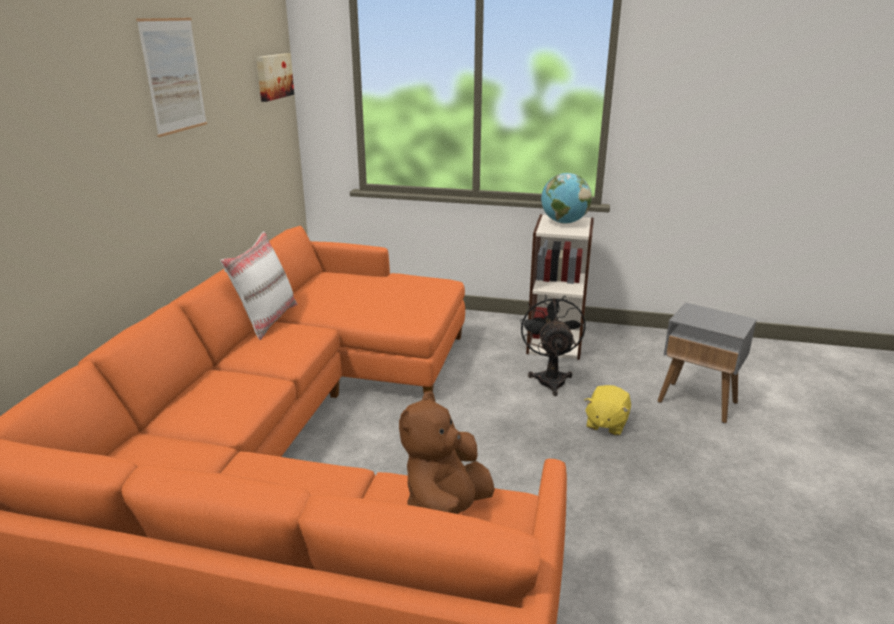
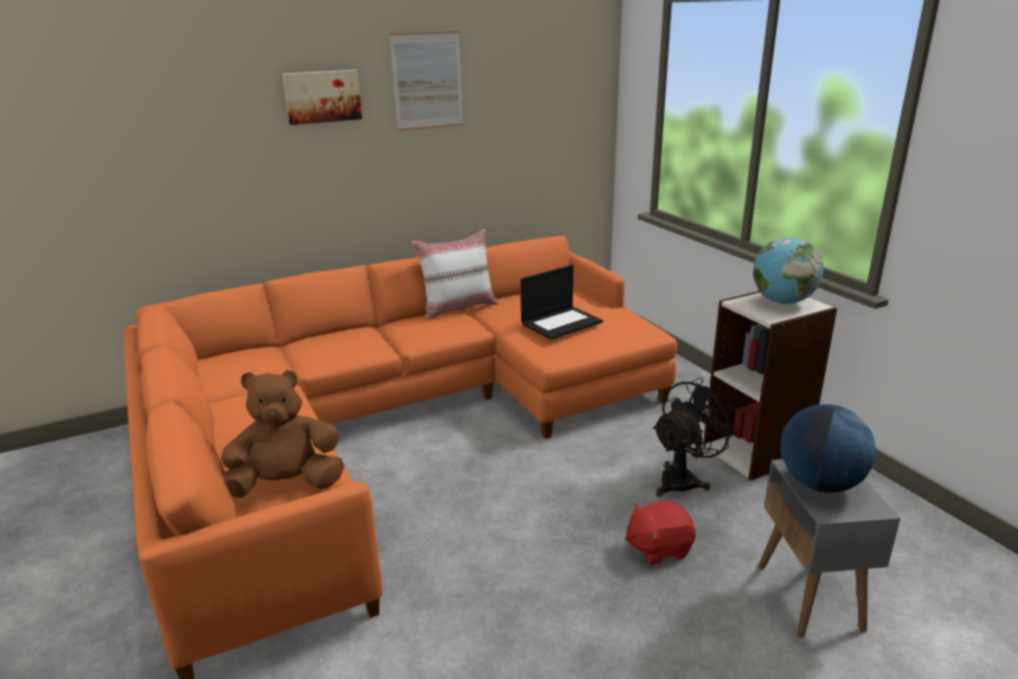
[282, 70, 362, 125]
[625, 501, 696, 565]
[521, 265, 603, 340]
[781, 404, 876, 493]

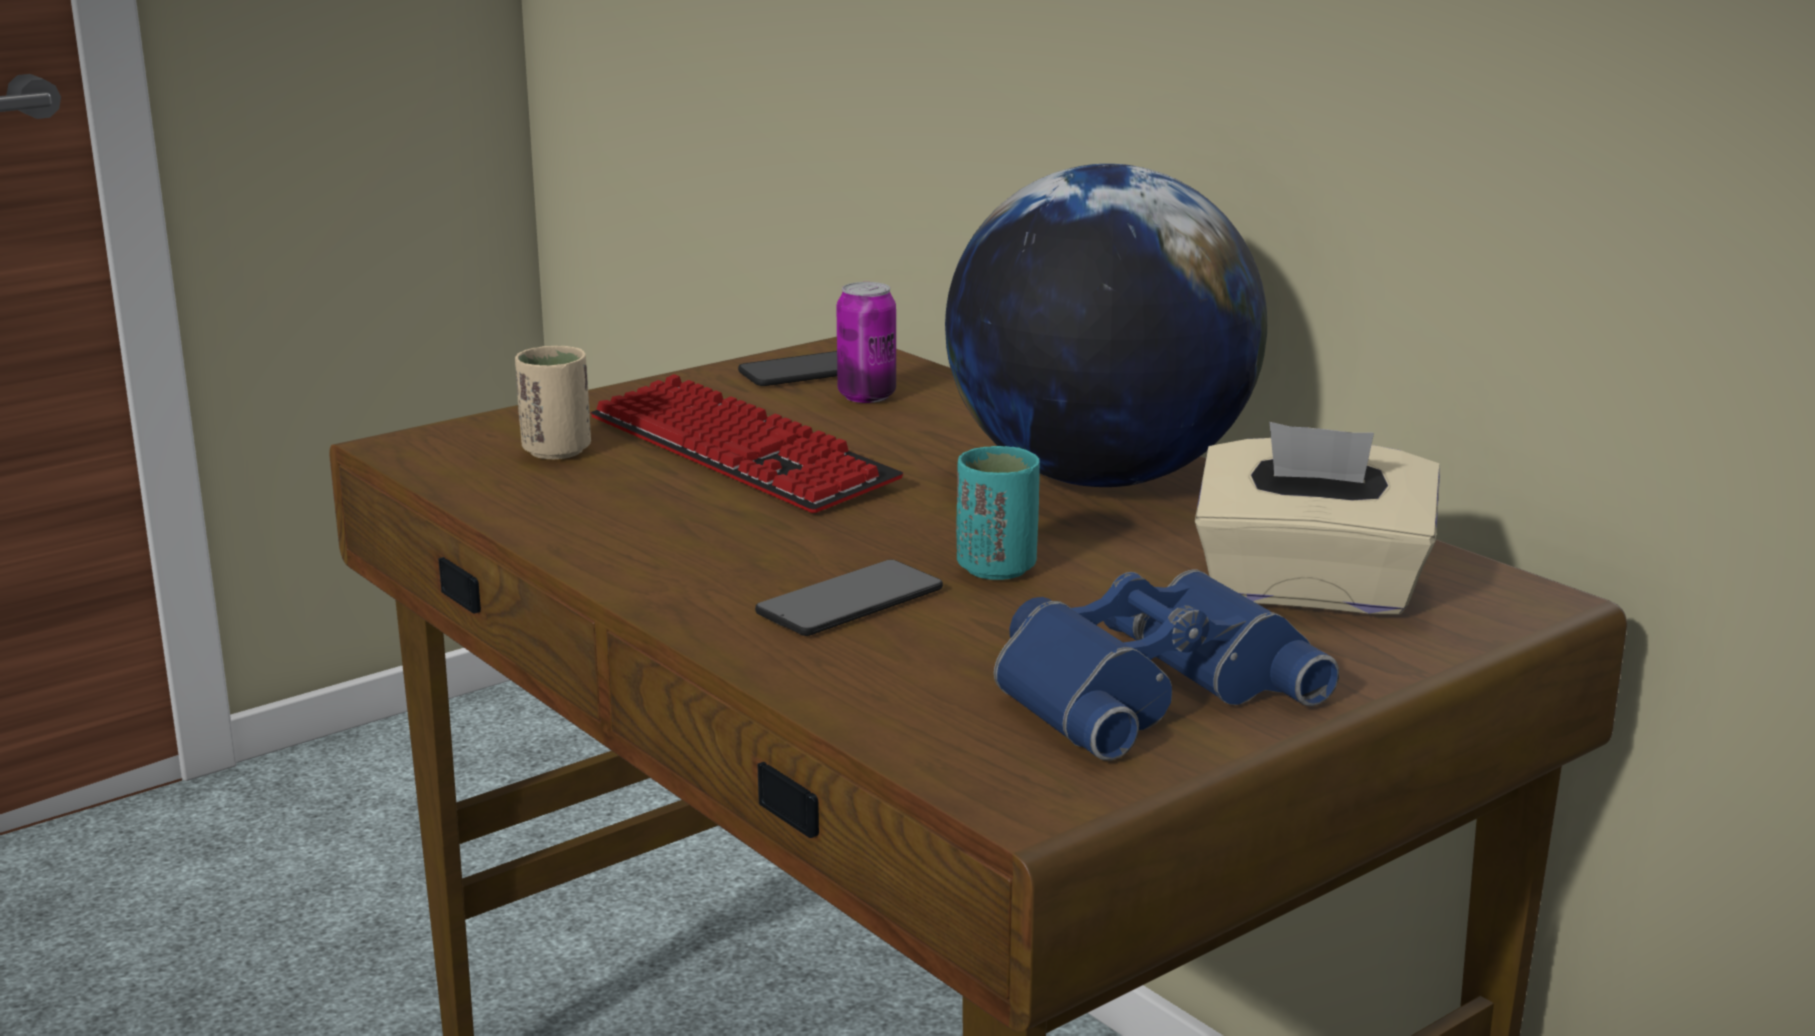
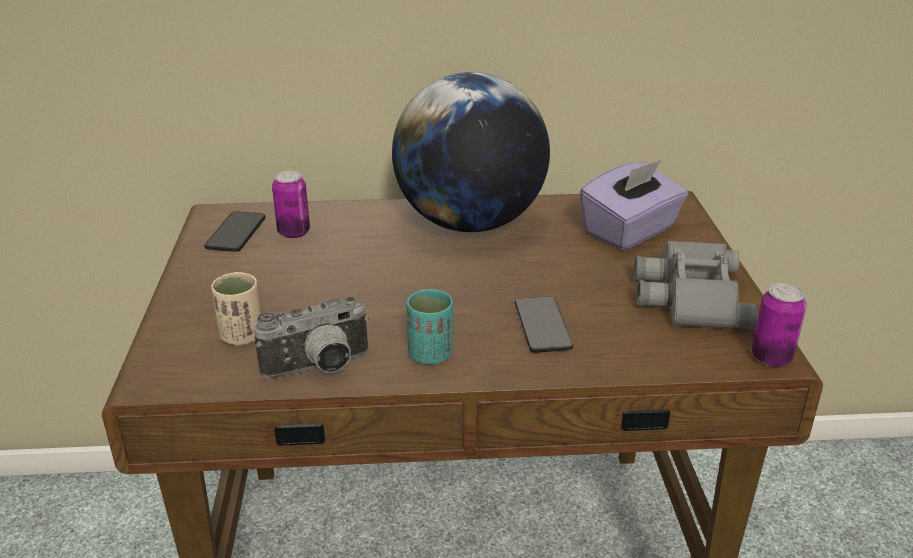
[591, 374, 903, 513] (first image)
[407, 289, 453, 365]
[634, 241, 758, 329]
[580, 159, 688, 250]
[254, 297, 369, 379]
[751, 283, 806, 367]

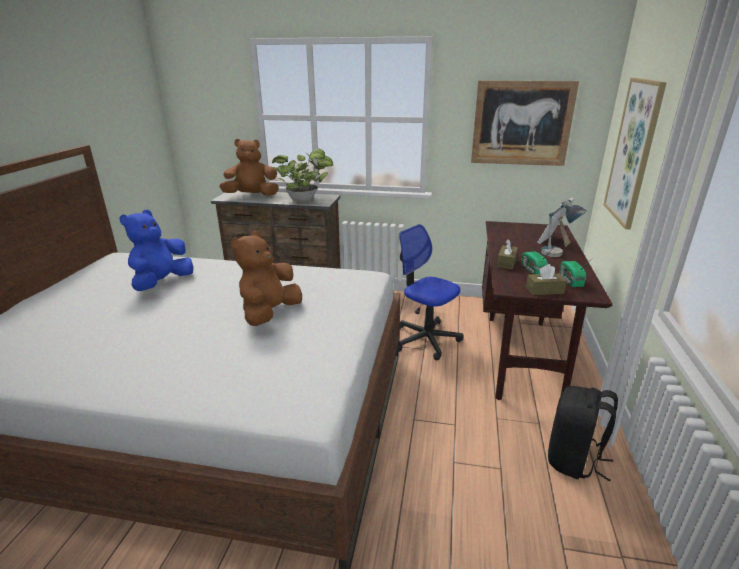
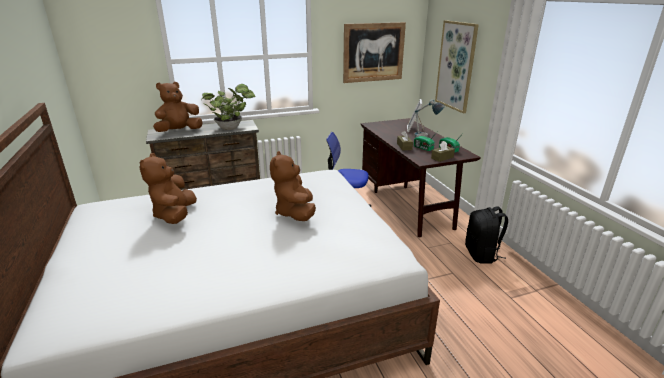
[139, 153, 197, 224]

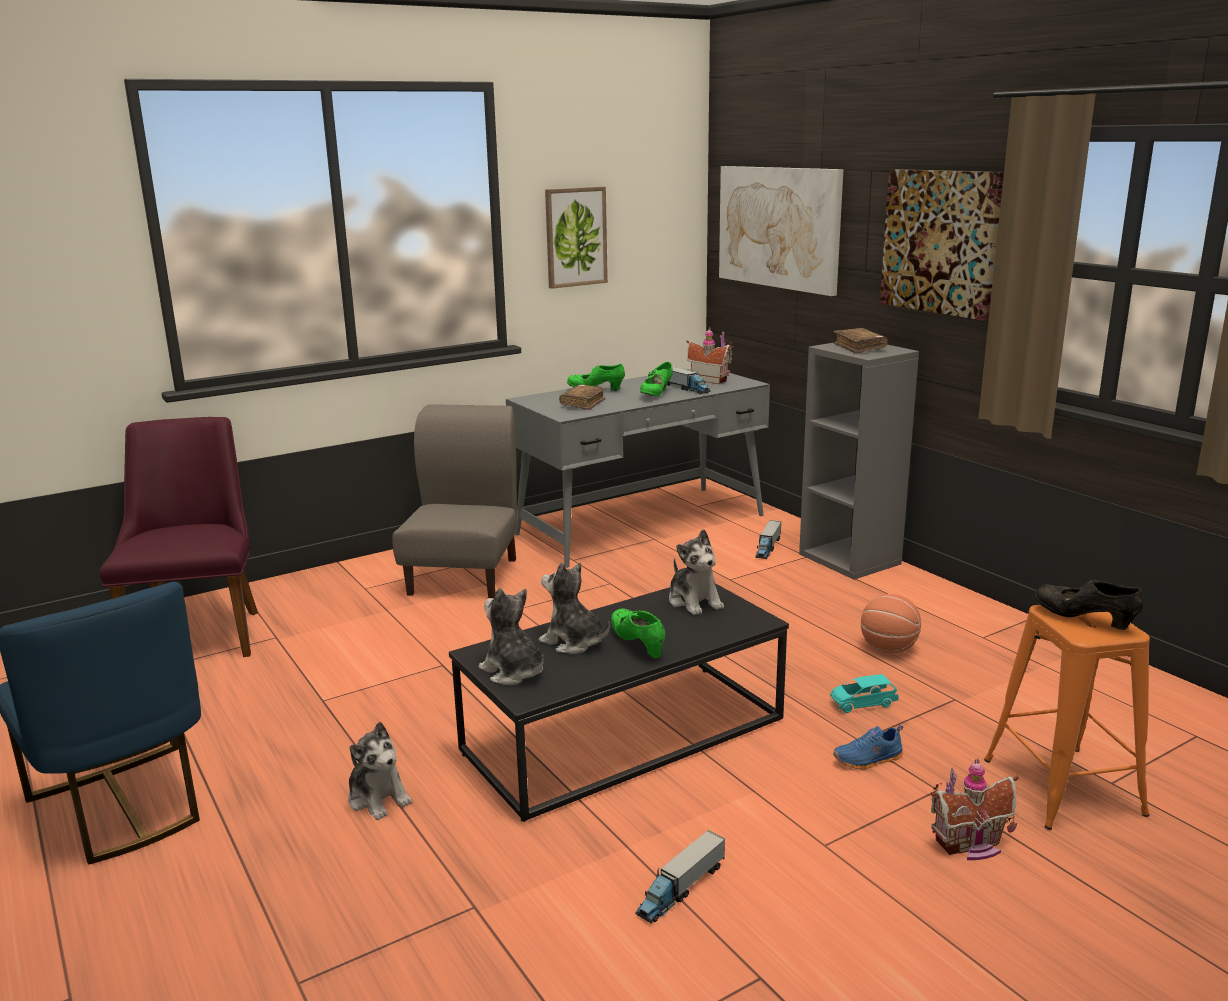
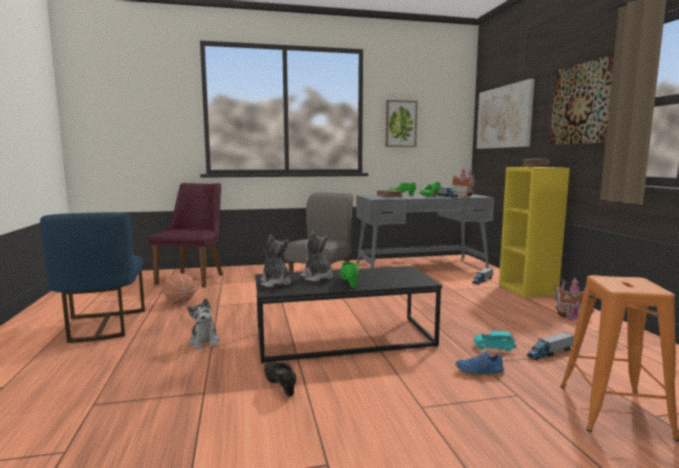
[526, 332, 574, 360]
[669, 529, 724, 615] (first image)
[499, 167, 570, 298]
[164, 273, 195, 304]
[553, 277, 594, 320]
[264, 361, 296, 396]

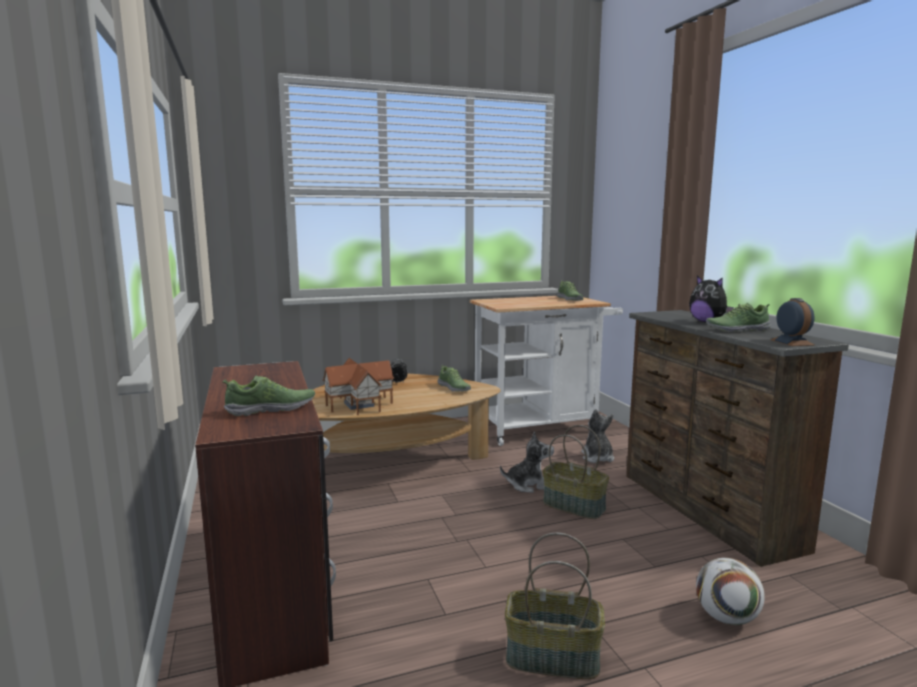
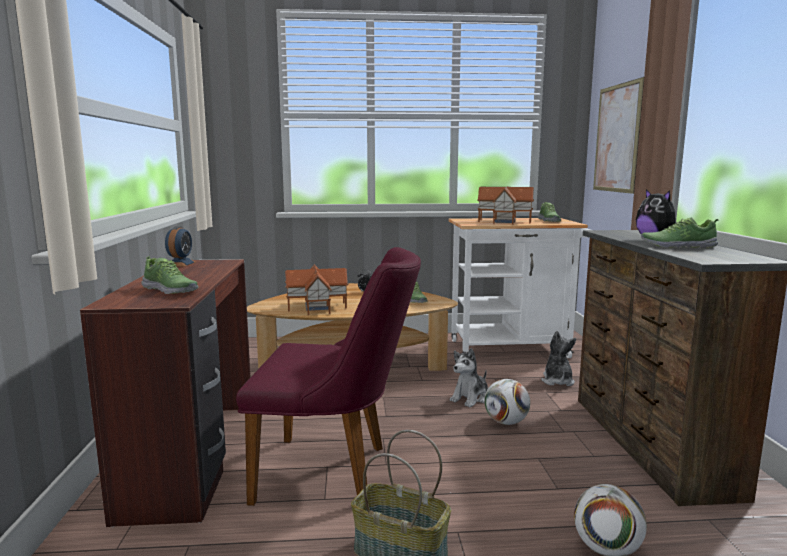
[141, 256, 198, 294]
[450, 348, 488, 407]
[484, 379, 530, 425]
[165, 226, 196, 267]
[236, 247, 421, 506]
[477, 186, 534, 225]
[593, 77, 644, 194]

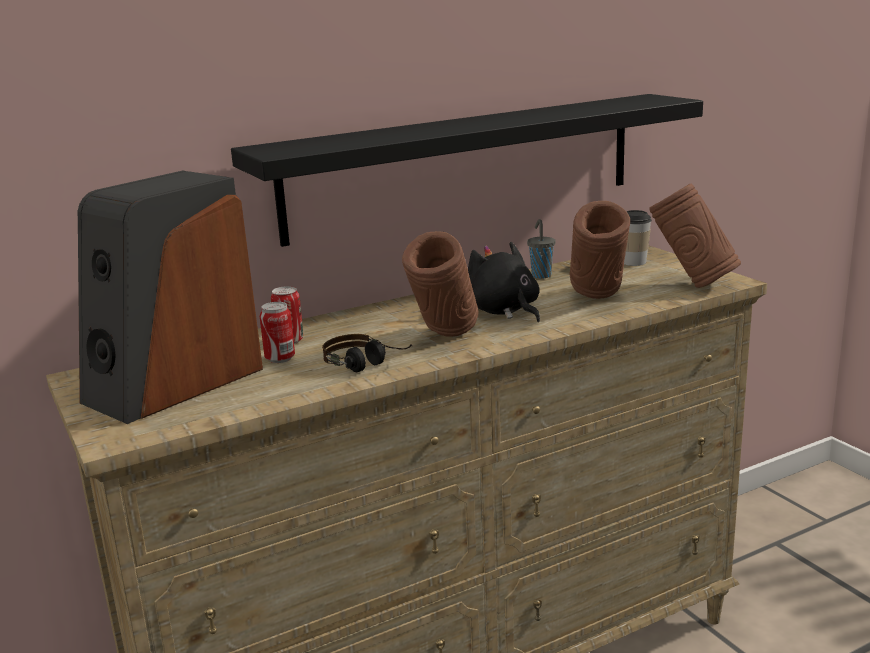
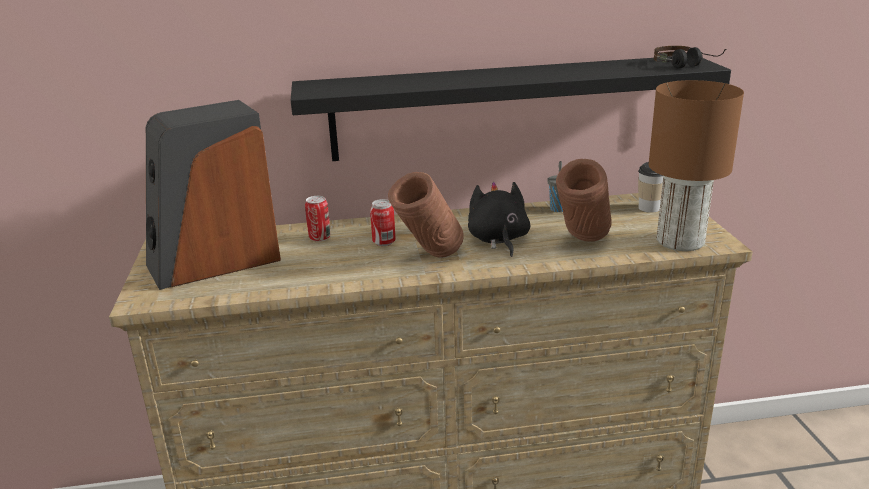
[370, 199, 396, 246]
[653, 46, 727, 68]
[649, 80, 744, 251]

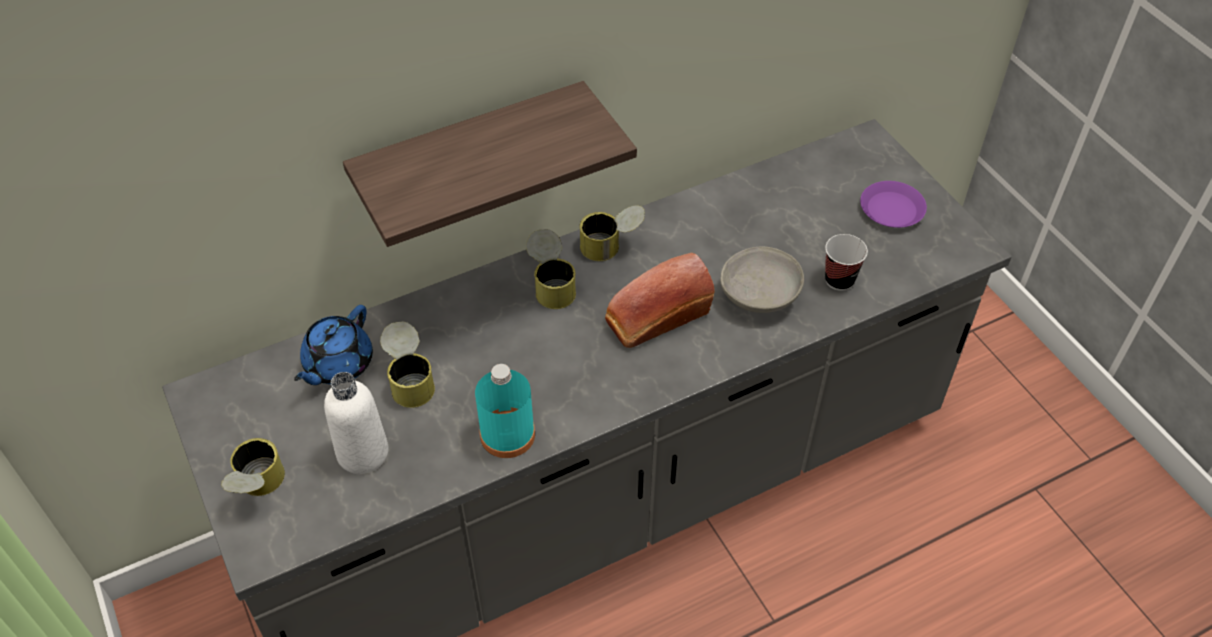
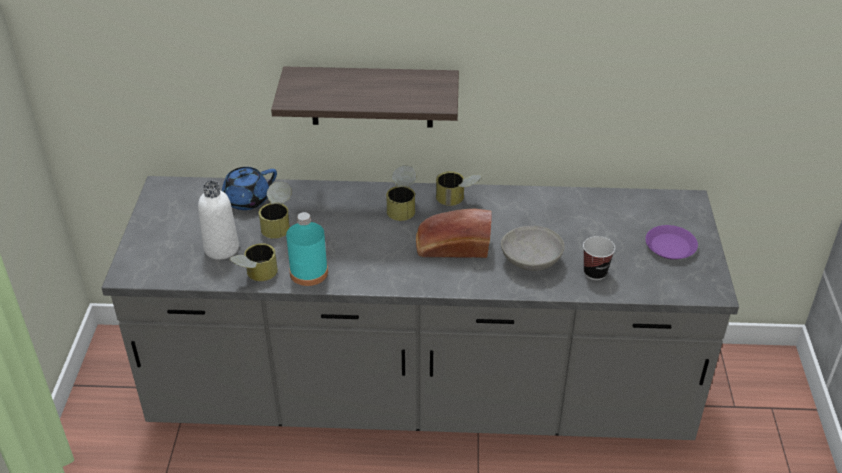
[230, 243, 278, 281]

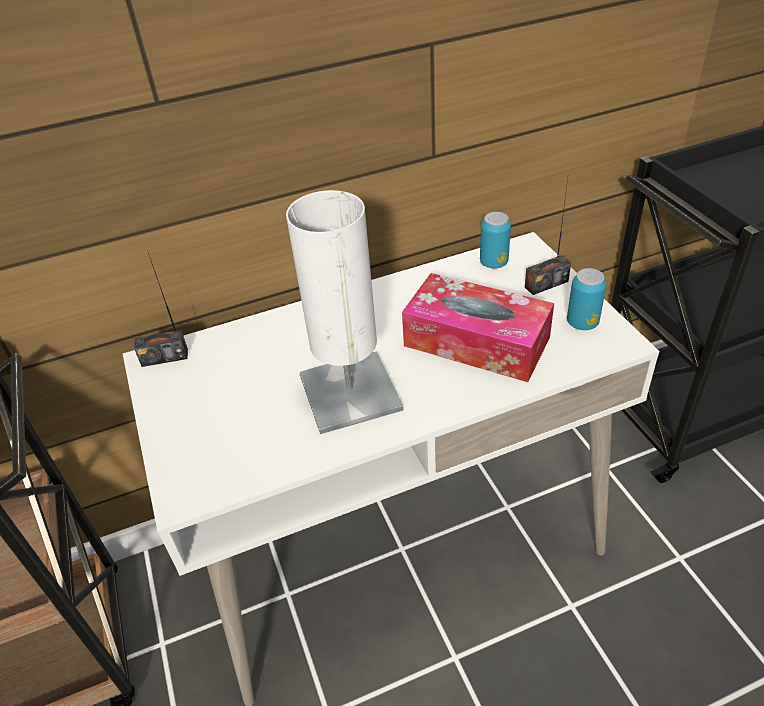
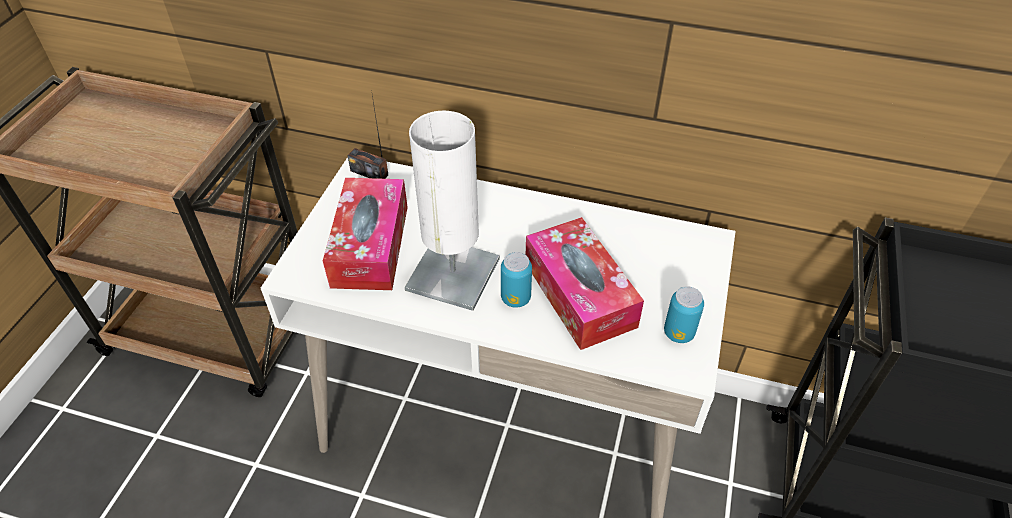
[501, 252, 532, 308]
[525, 179, 571, 295] (first image)
[323, 178, 408, 290]

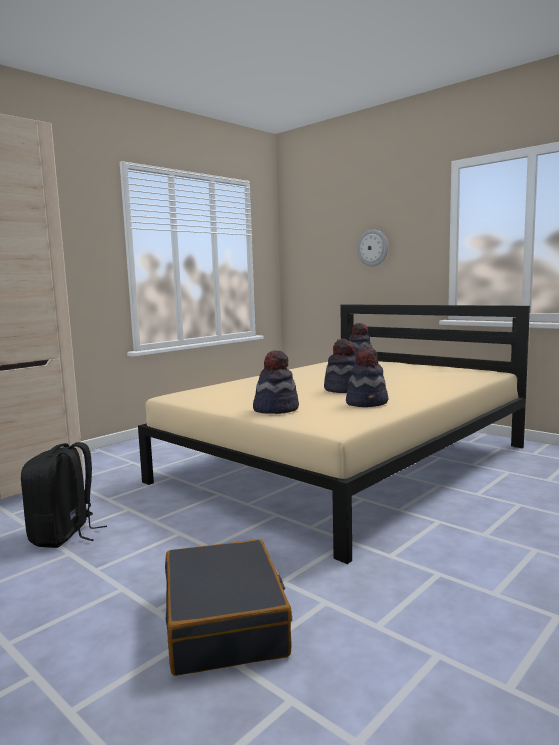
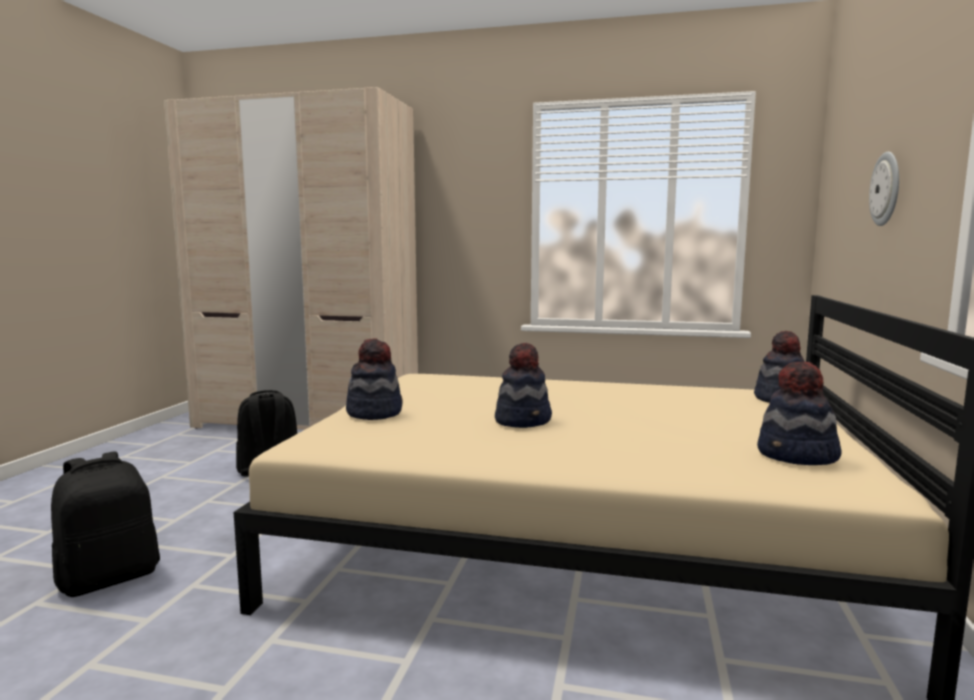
[51, 451, 160, 597]
[757, 362, 841, 465]

